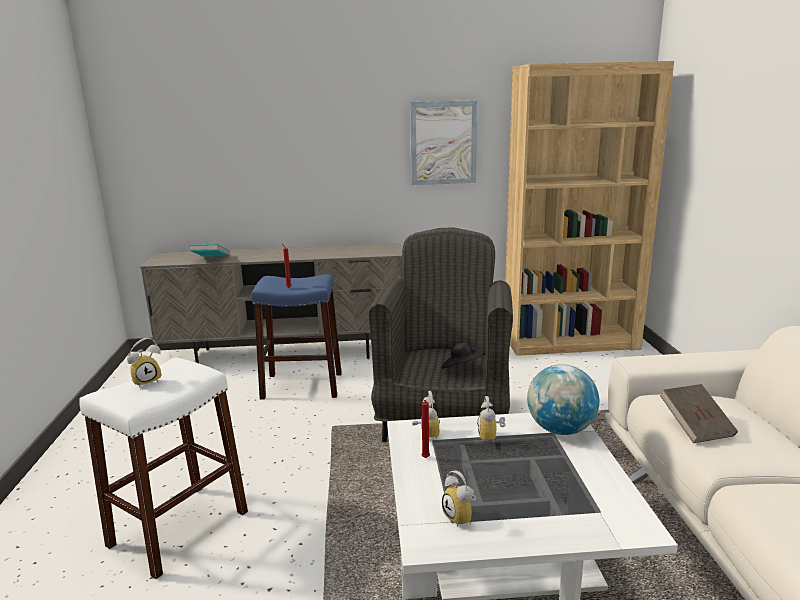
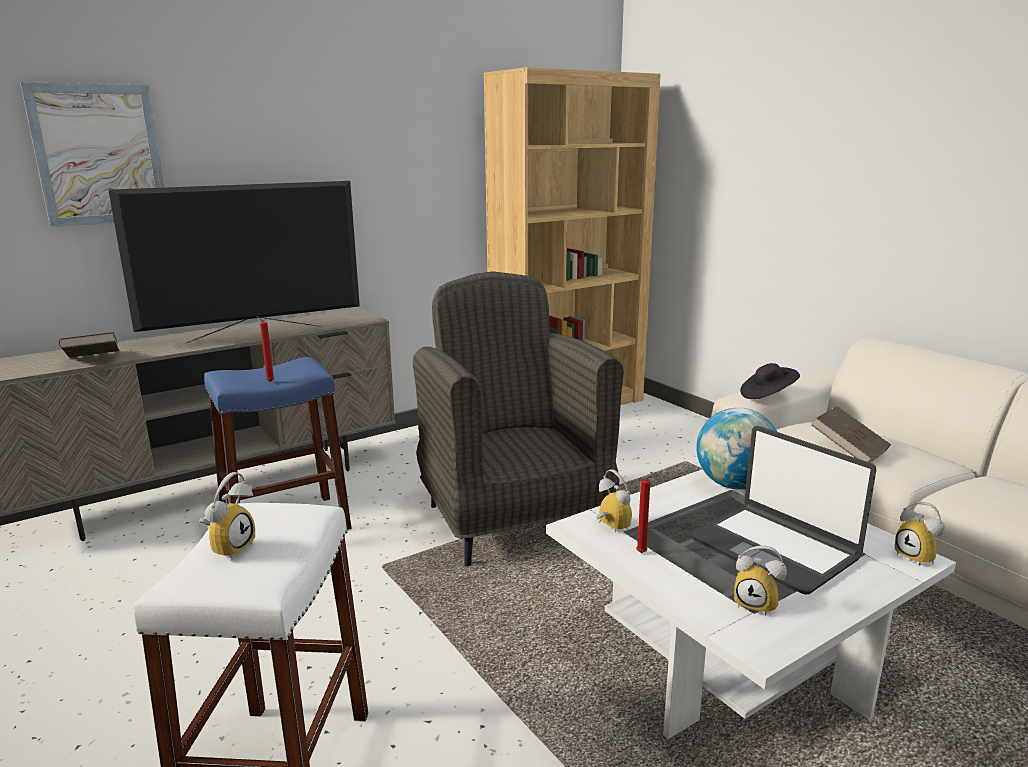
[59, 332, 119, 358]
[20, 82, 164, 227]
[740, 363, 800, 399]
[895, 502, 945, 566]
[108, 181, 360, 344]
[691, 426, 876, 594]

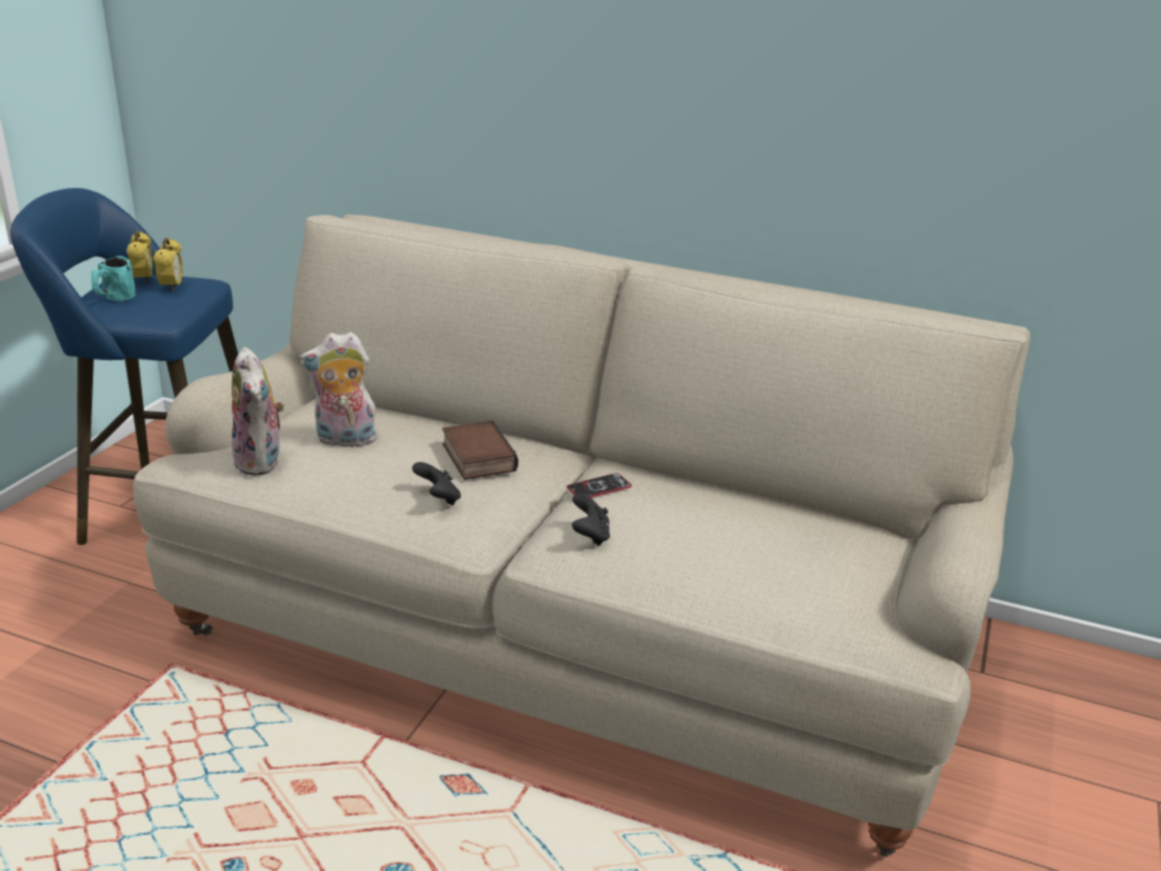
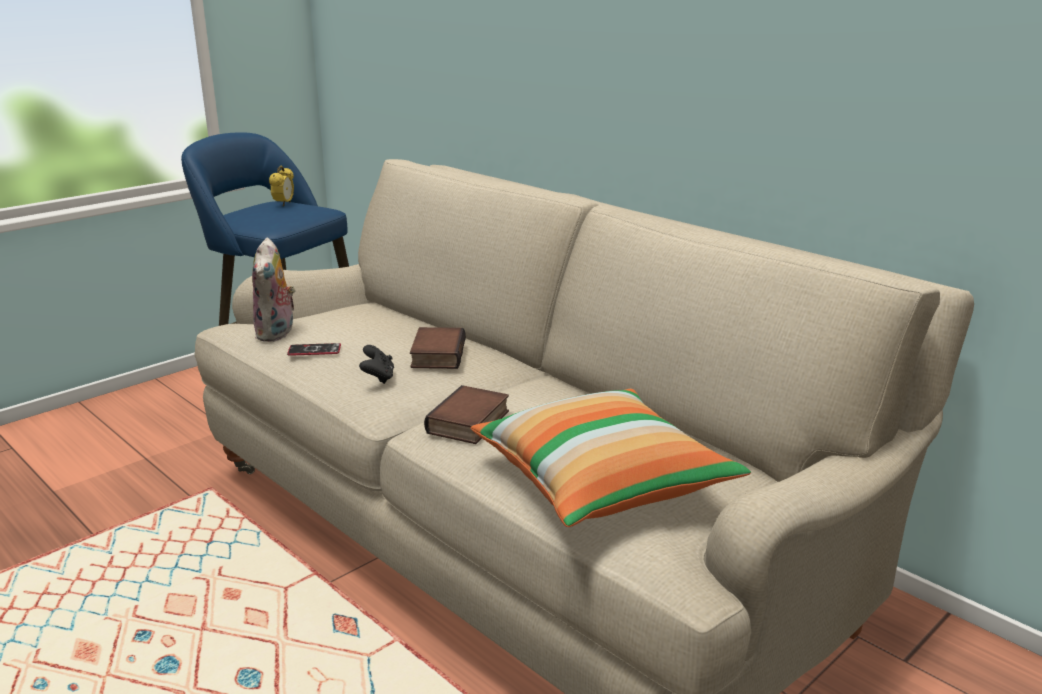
[91, 256, 135, 301] (first image)
[153, 238, 183, 292] (first image)
[299, 332, 378, 447] (first image)
[287, 343, 341, 356]
[424, 385, 509, 444]
[471, 389, 751, 527]

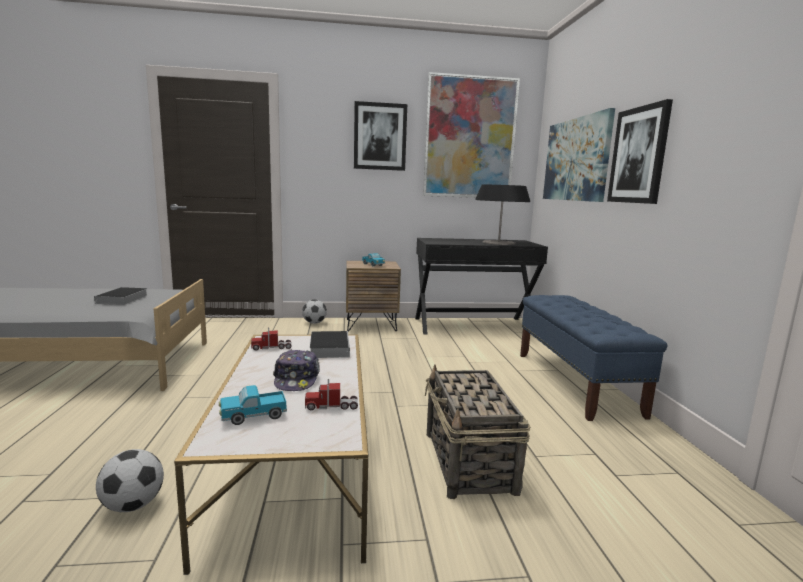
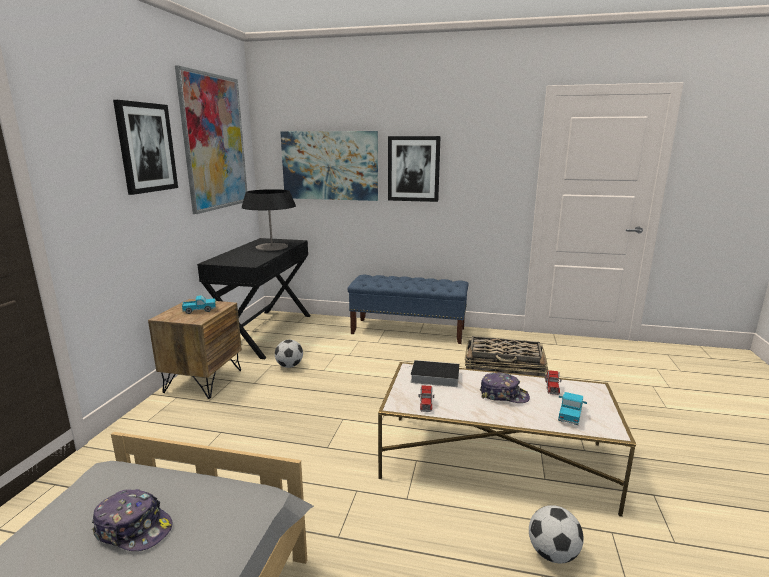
[92, 489, 172, 551]
[558, 392, 587, 425]
[275, 340, 303, 368]

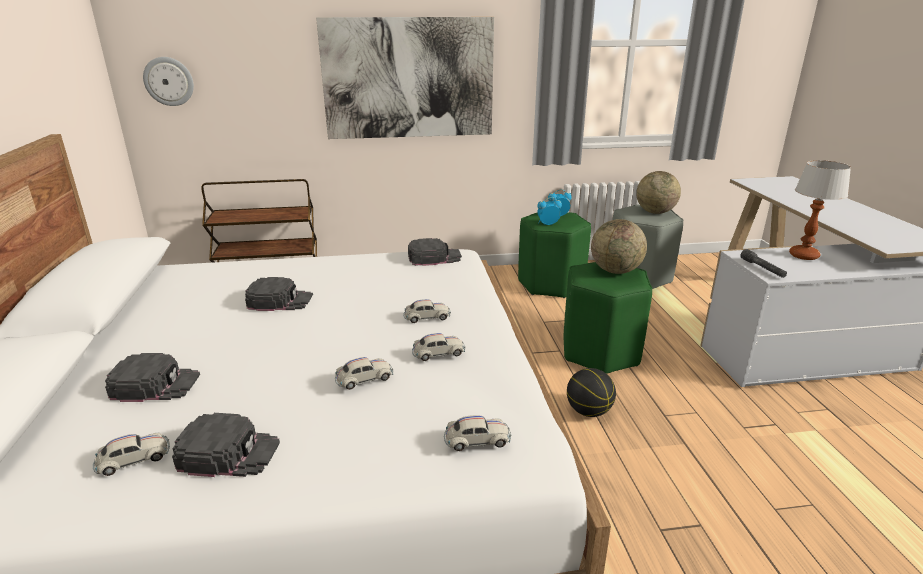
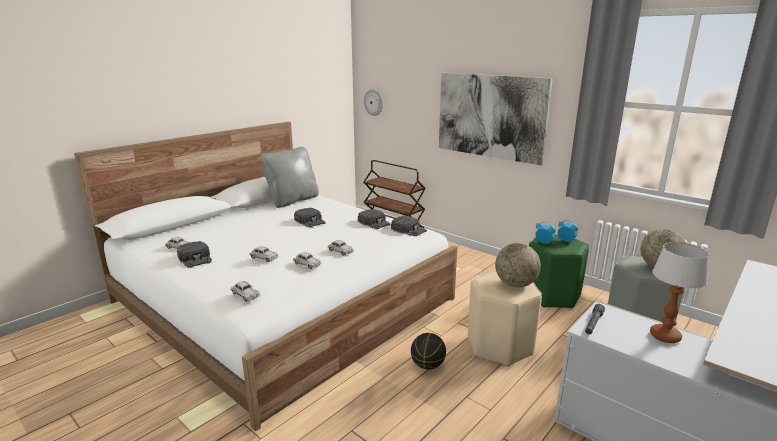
[358, 209, 391, 229]
[468, 270, 542, 366]
[260, 147, 319, 208]

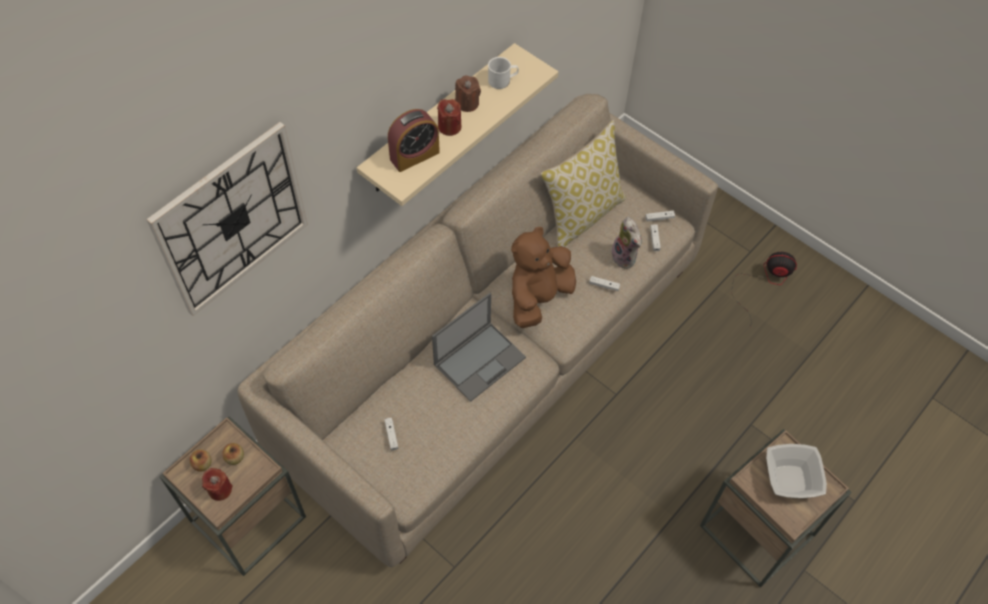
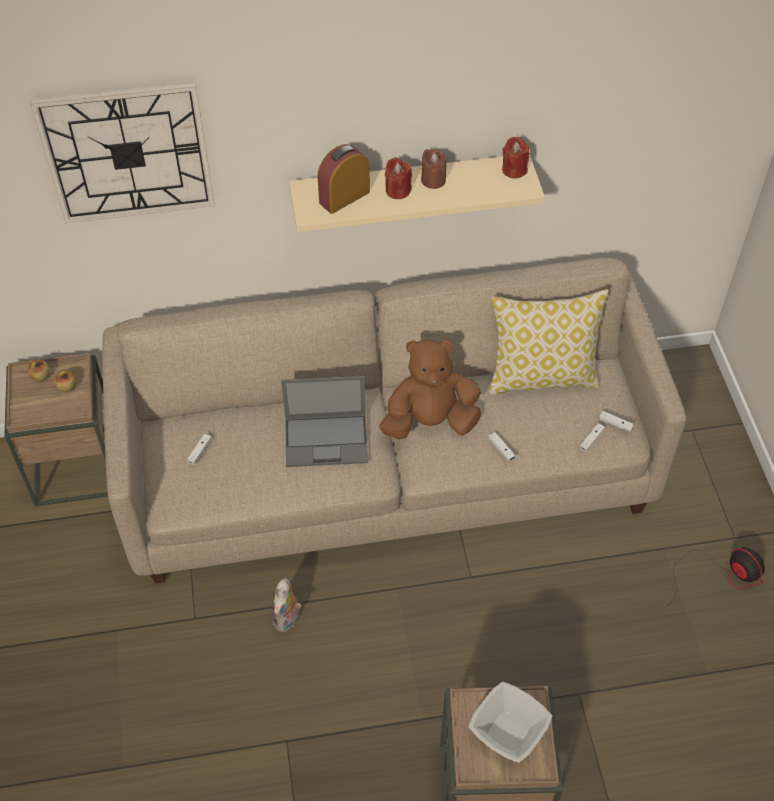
[502, 137, 529, 178]
[318, 144, 370, 214]
[488, 57, 518, 89] (first image)
[272, 578, 301, 632]

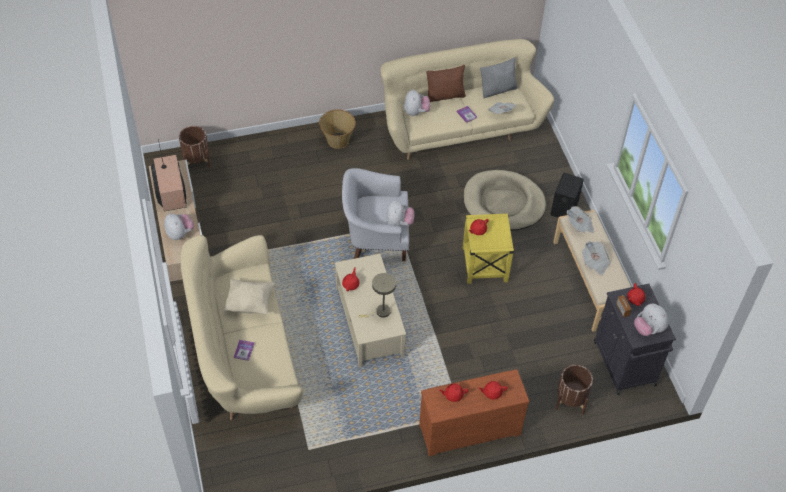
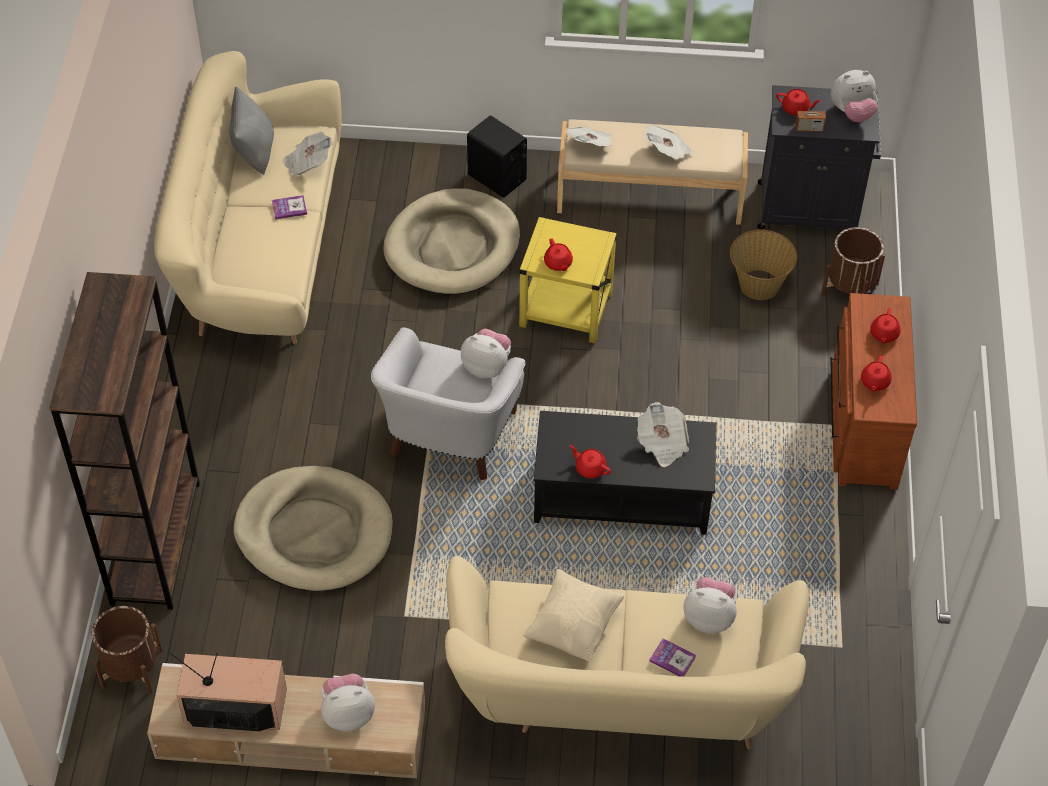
[730, 230, 797, 300]
[534, 411, 716, 535]
[637, 402, 689, 467]
[684, 577, 737, 634]
[426, 65, 466, 102] (first image)
[49, 272, 200, 610]
[233, 466, 393, 592]

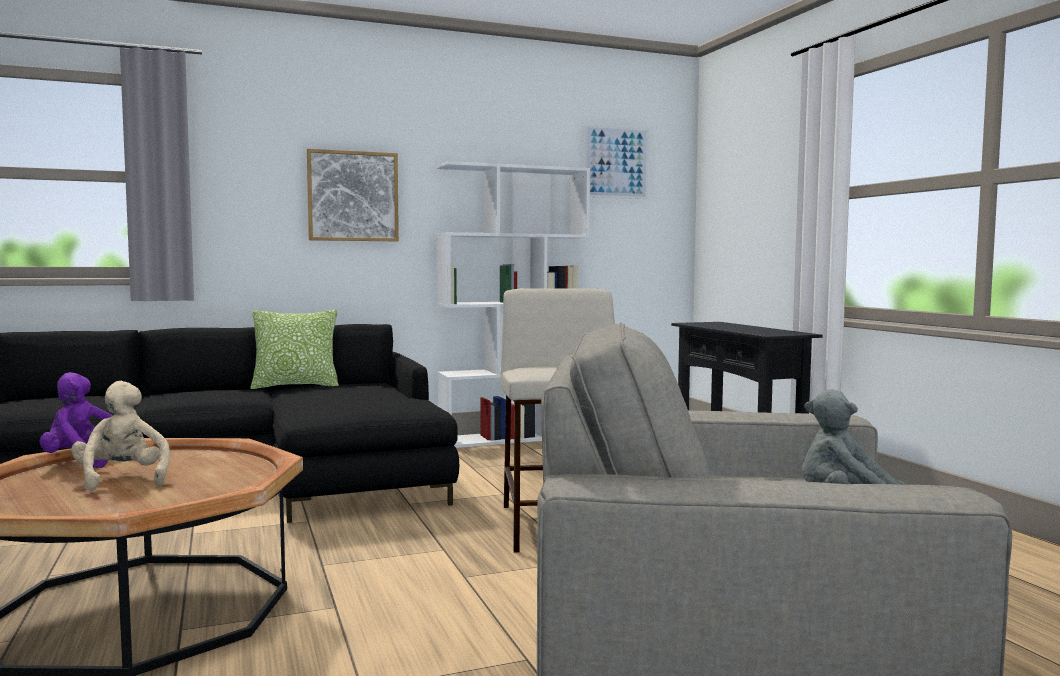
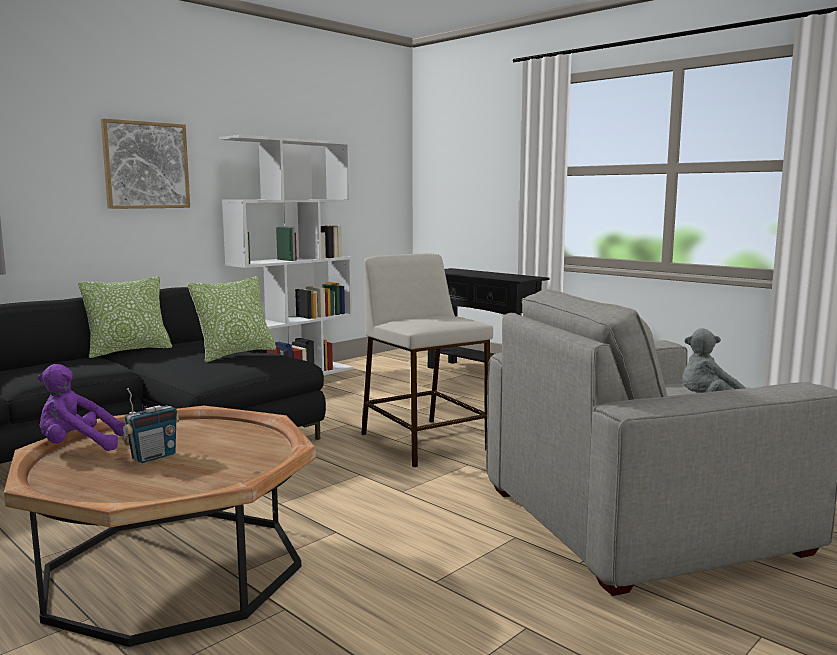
[122, 388, 179, 463]
[585, 124, 649, 199] (first image)
[187, 276, 276, 362]

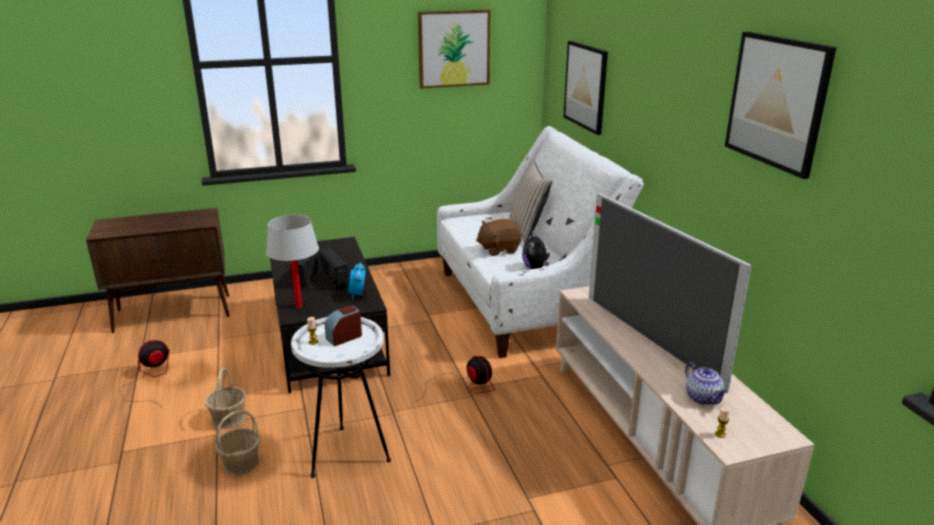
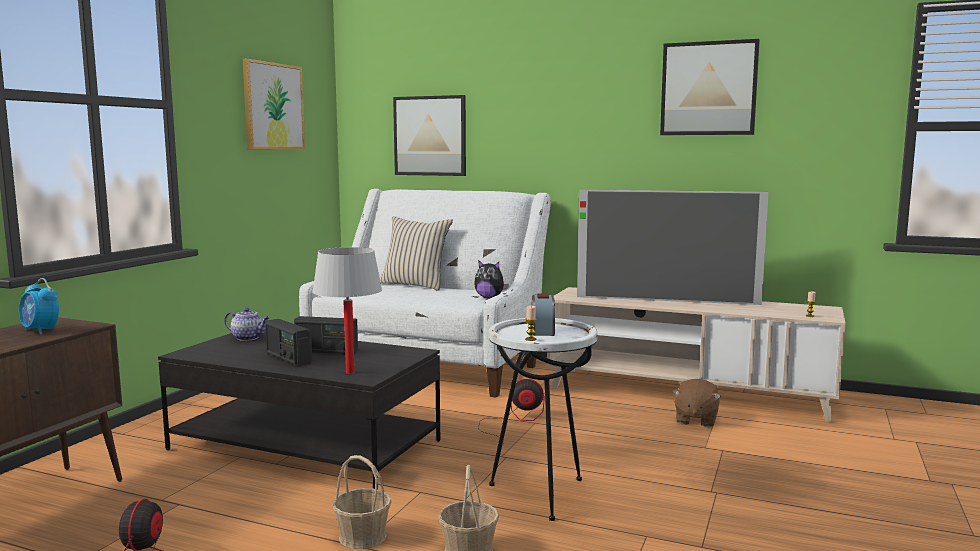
[19, 278, 59, 334]
[672, 379, 721, 428]
[224, 308, 270, 341]

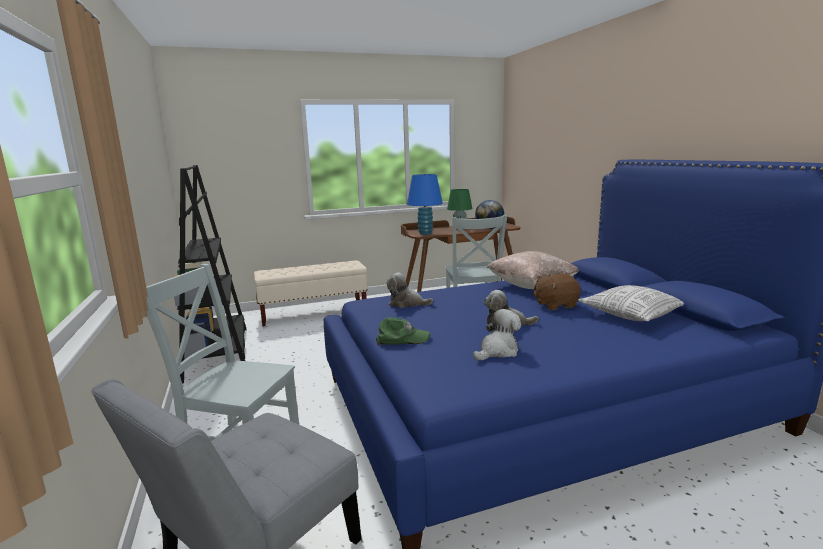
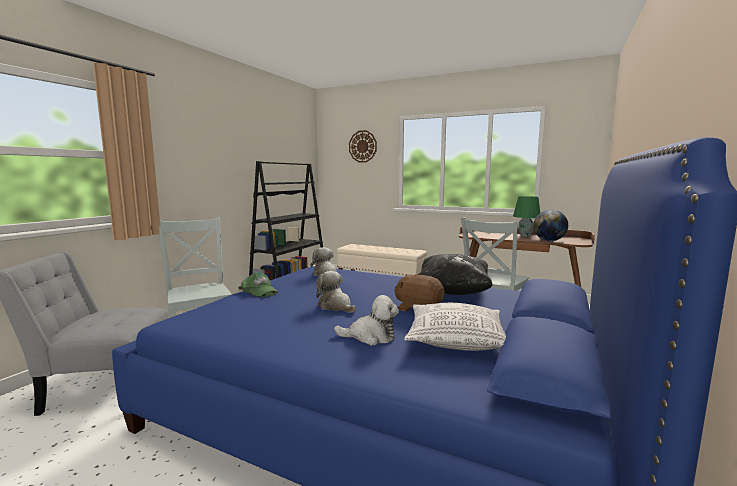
[407, 174, 443, 235] (first image)
[334, 295, 399, 346]
[419, 254, 493, 295]
[349, 130, 377, 162]

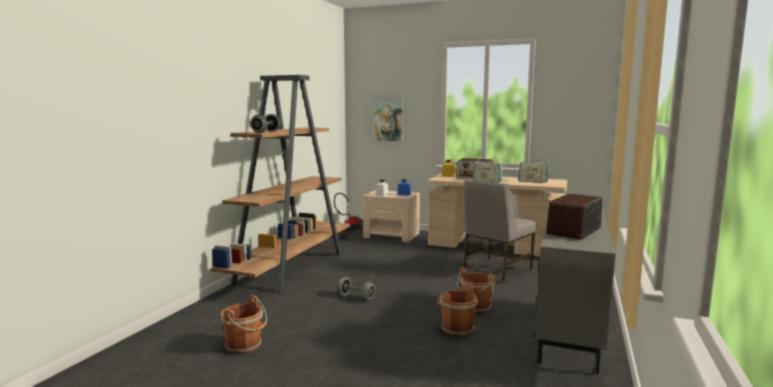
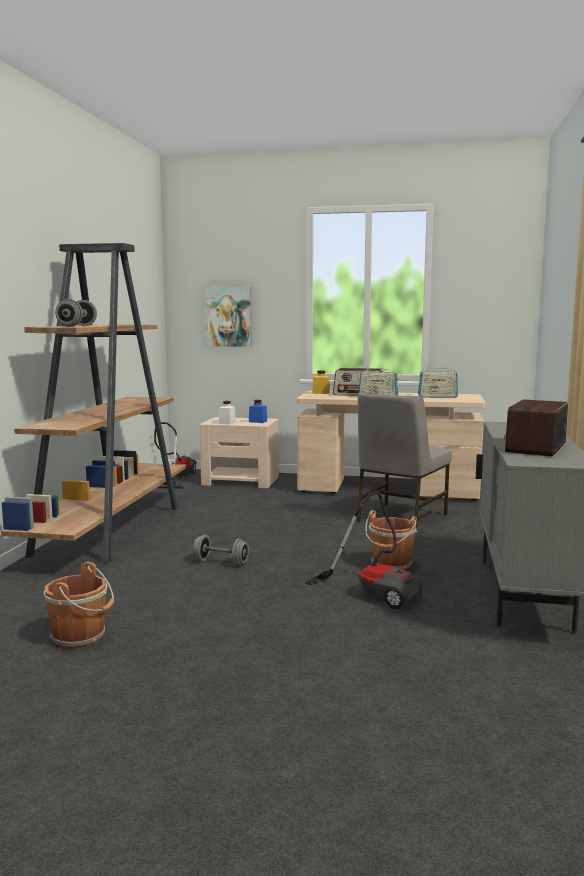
[305, 491, 423, 609]

